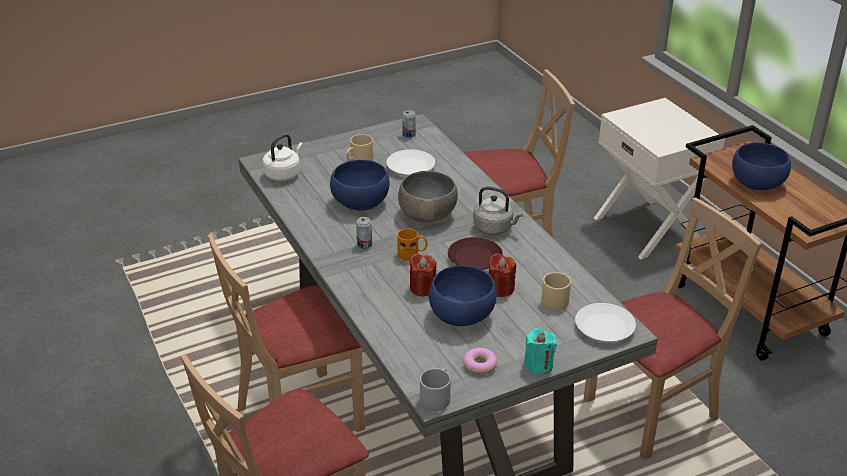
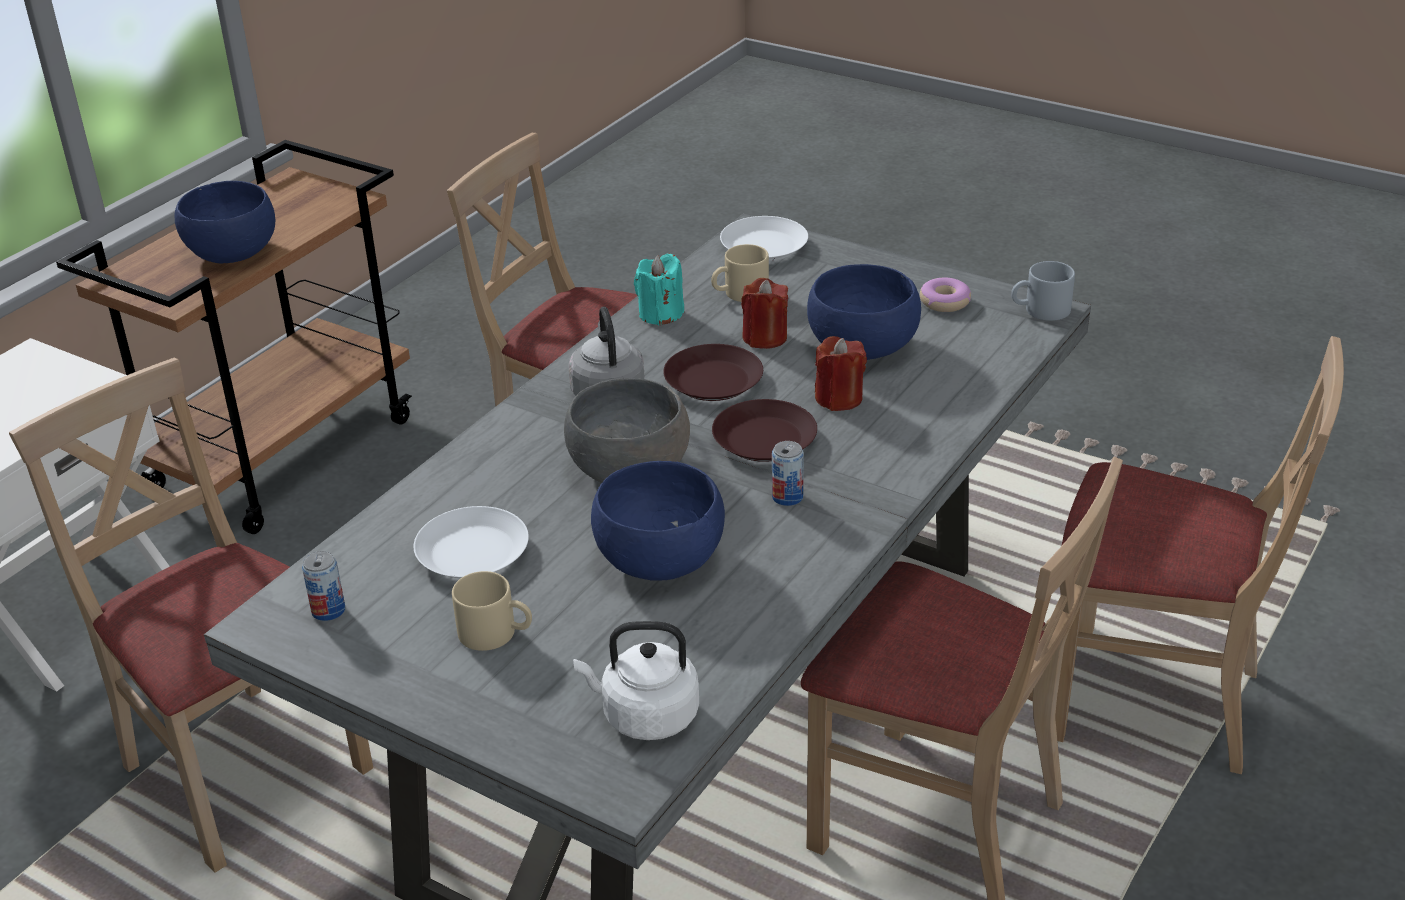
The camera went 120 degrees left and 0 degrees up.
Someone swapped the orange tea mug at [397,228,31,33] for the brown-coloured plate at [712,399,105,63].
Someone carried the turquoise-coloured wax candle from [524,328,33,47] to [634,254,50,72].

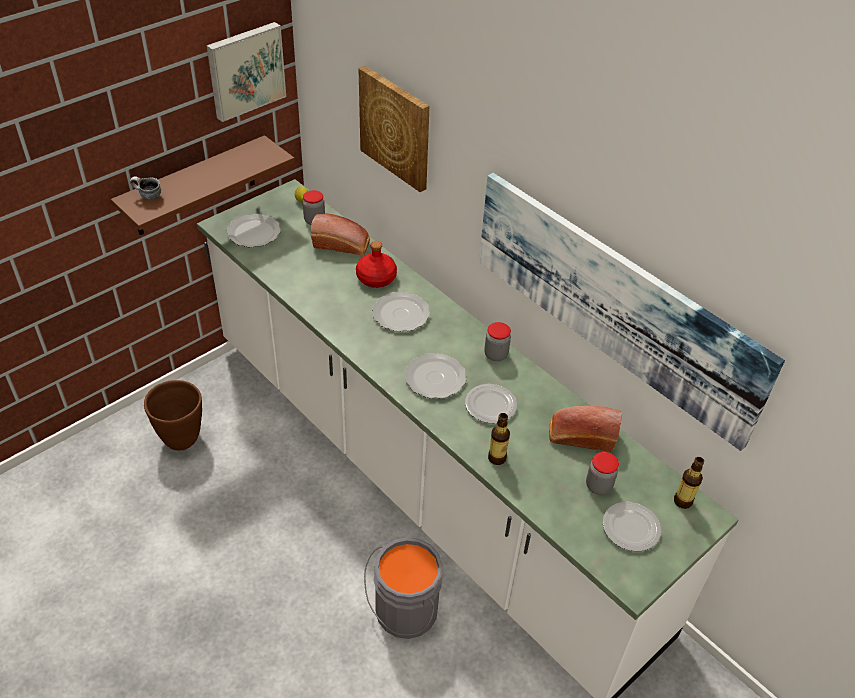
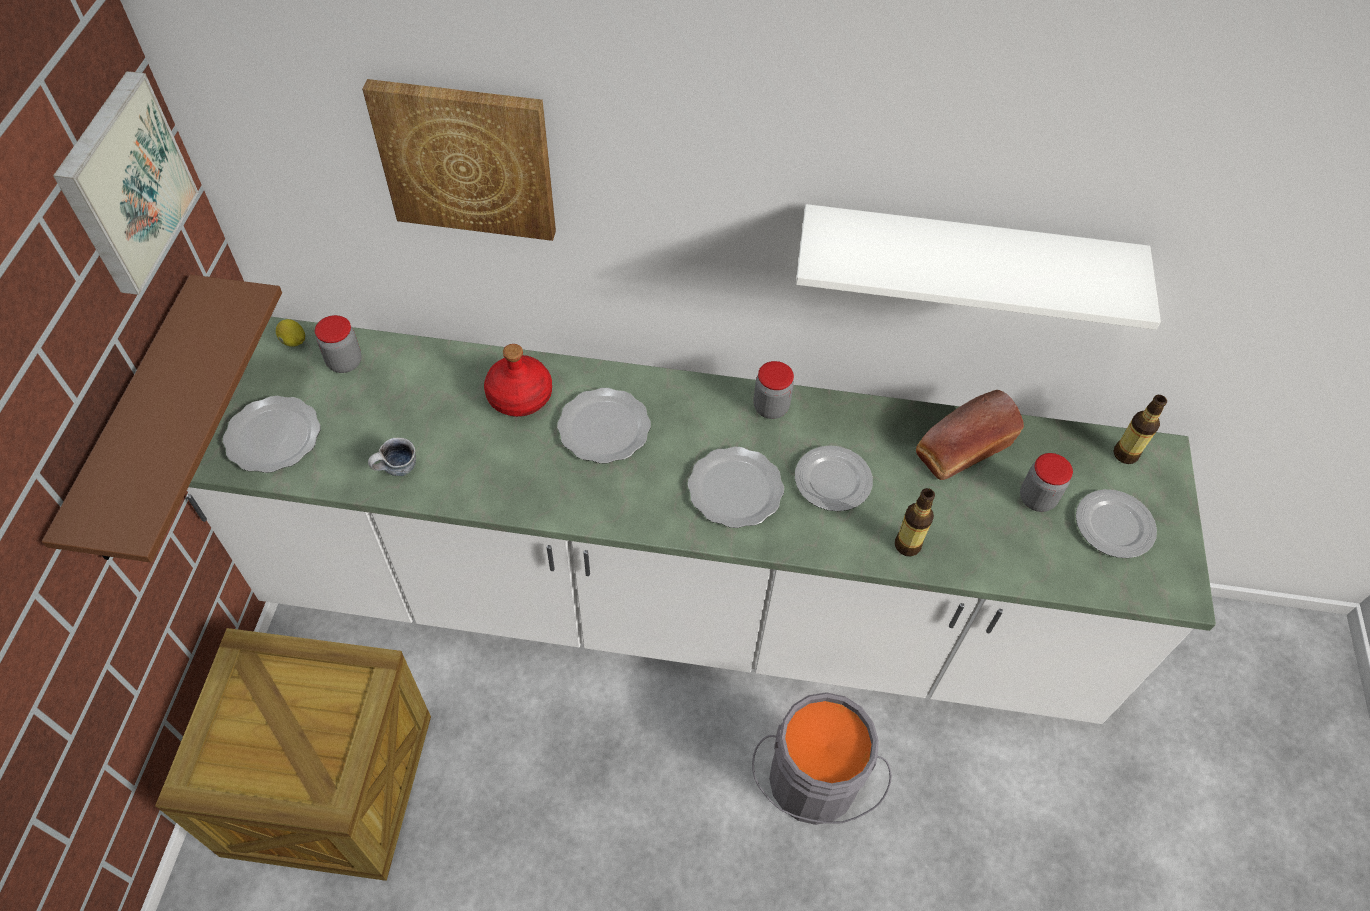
The camera went 40 degrees left and 10 degrees up.
Someone swapped the wall art at [479,173,306,278] for the white bracket shelf at [796,204,365,126].
Someone carried the tea mug from [130,176,31,24] to [368,438,48,38].
Someone took away the bread at [311,213,59,42].
Someone swapped the brown-coloured flower pot at [144,380,58,71] for the shipping crate at [155,628,276,253].

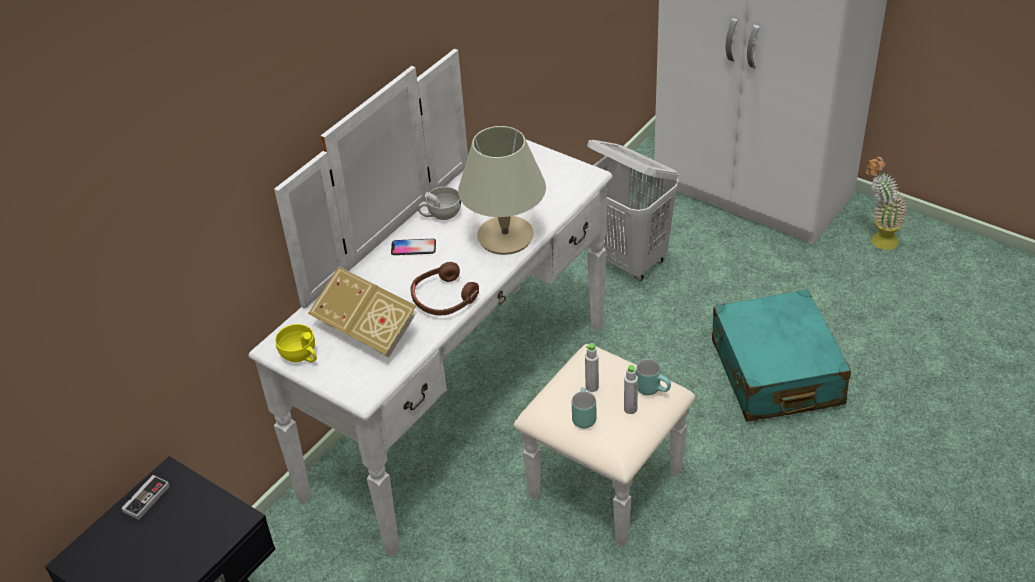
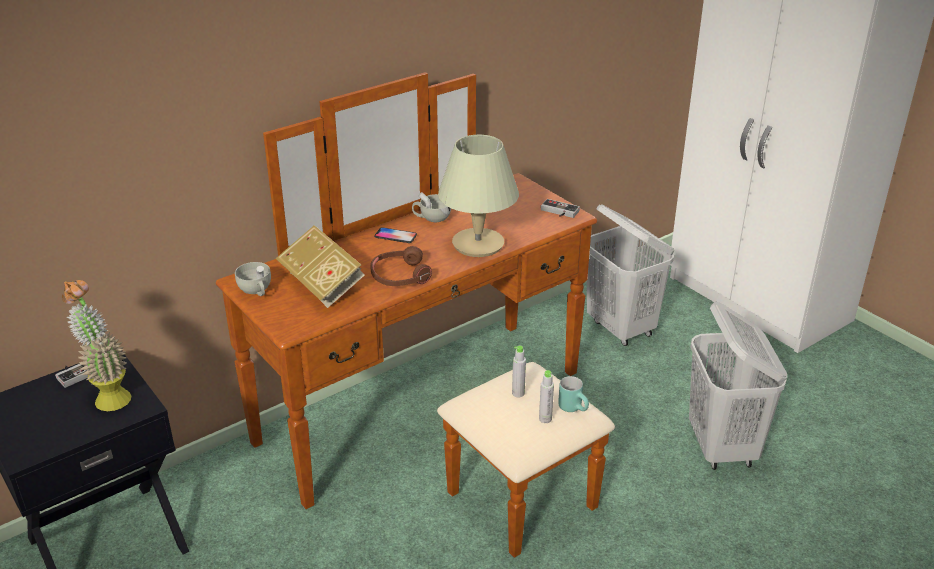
The camera went 15 degrees right and 10 degrees down.
Someone repainted the white drawer chest at [249,49,446,508], which became the brown-coloured drawer chest at [216,72,399,486].
Someone carried the plant in a pot from [866,157,42,93] to [62,280,69,131].
Someone swapped the turquoise-coloured travel case at [712,289,139,133] for the white hamper at [689,302,98,168].
Someone repainted the yellow-coloured cup at [275,324,42,38], which became the white cup at [235,262,36,34].
Someone took away the turquoise-coloured tea mug at [572,388,24,40].
Someone put down the game controller at [541,199,39,19].

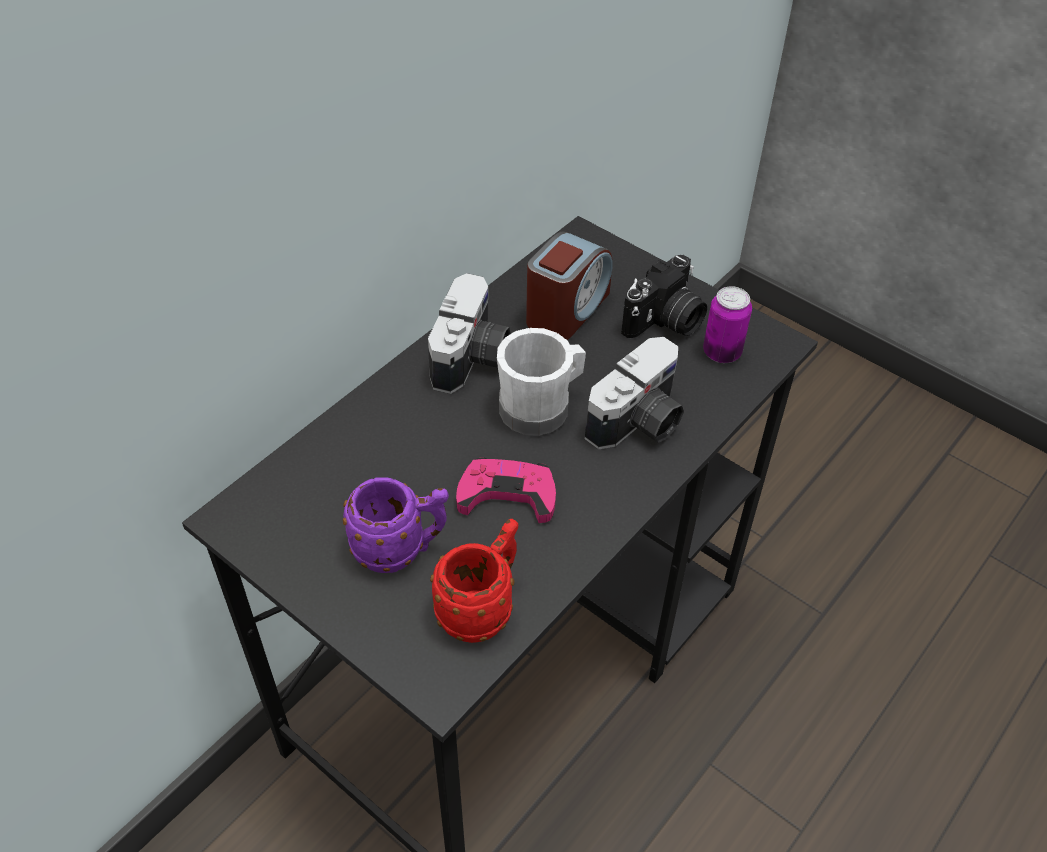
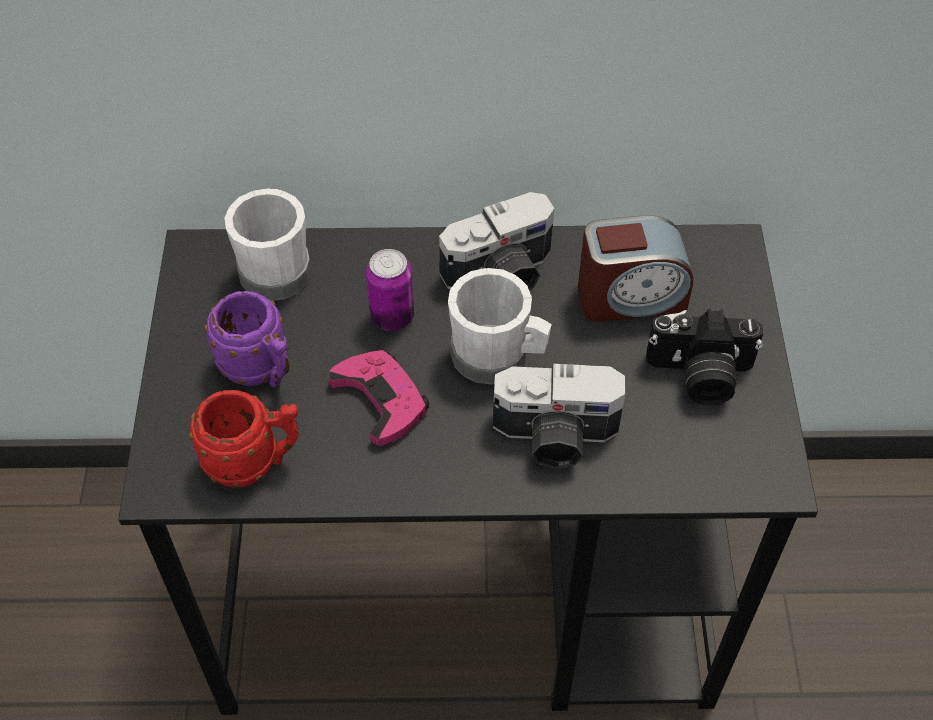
The camera went 50 degrees right and 5 degrees up.
Someone carried the metal can from [703,286,49,77] to [366,249,48,82].
Someone put down the white tea mug at [225,188,86,113].

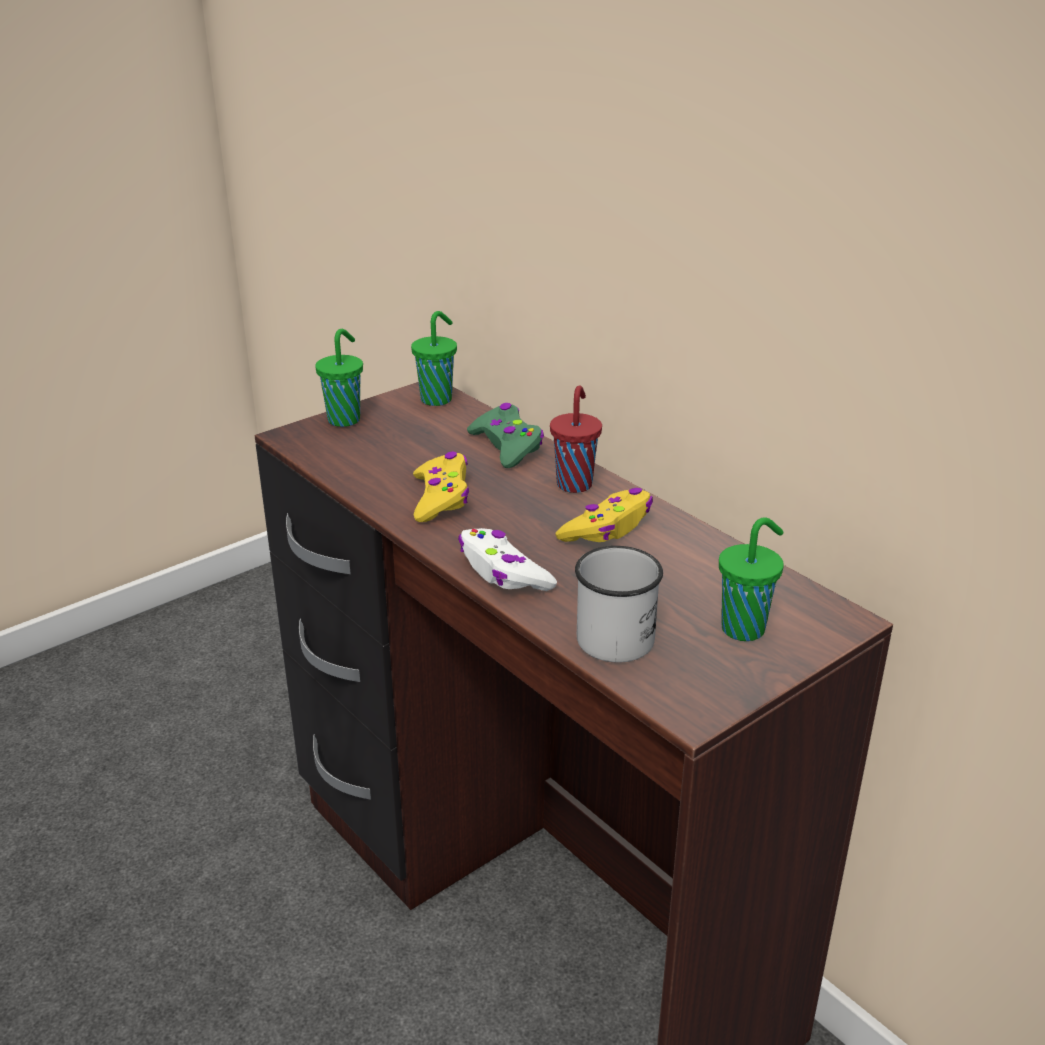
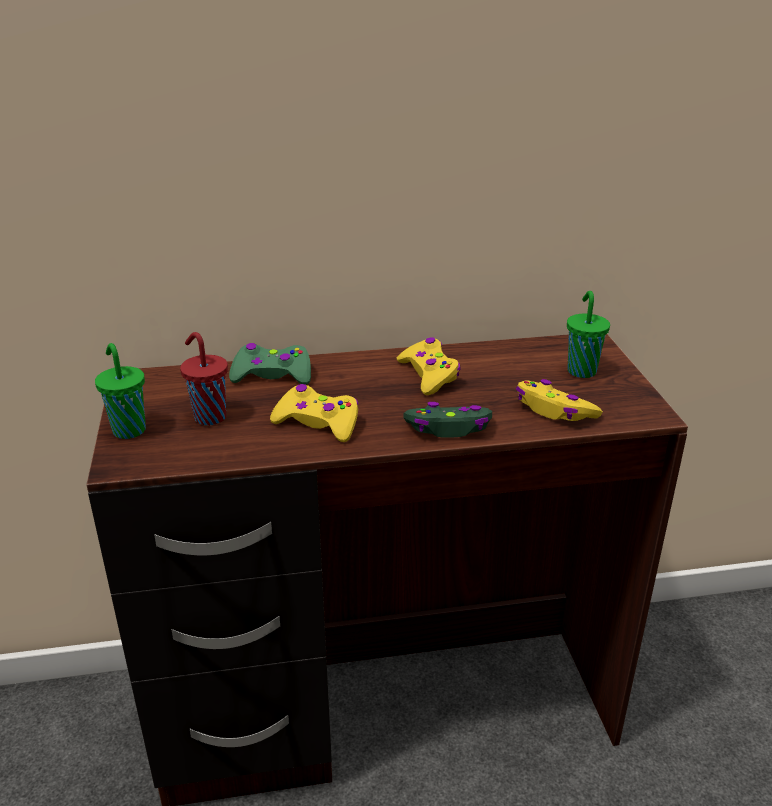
The camera went 60 degrees left and 0 degrees up.
Someone took away the green-coloured cup at [411,311,46,95].
Someone carried the reddish cup from [550,385,52,108] to [180,332,48,93].
Someone repainted the white game controller at [458,528,99,63], which became the green-coloured game controller at [403,402,89,36].
Someone swapped the white tea mug at [575,546,88,117] for the yellow-coloured game controller at [516,379,87,42].

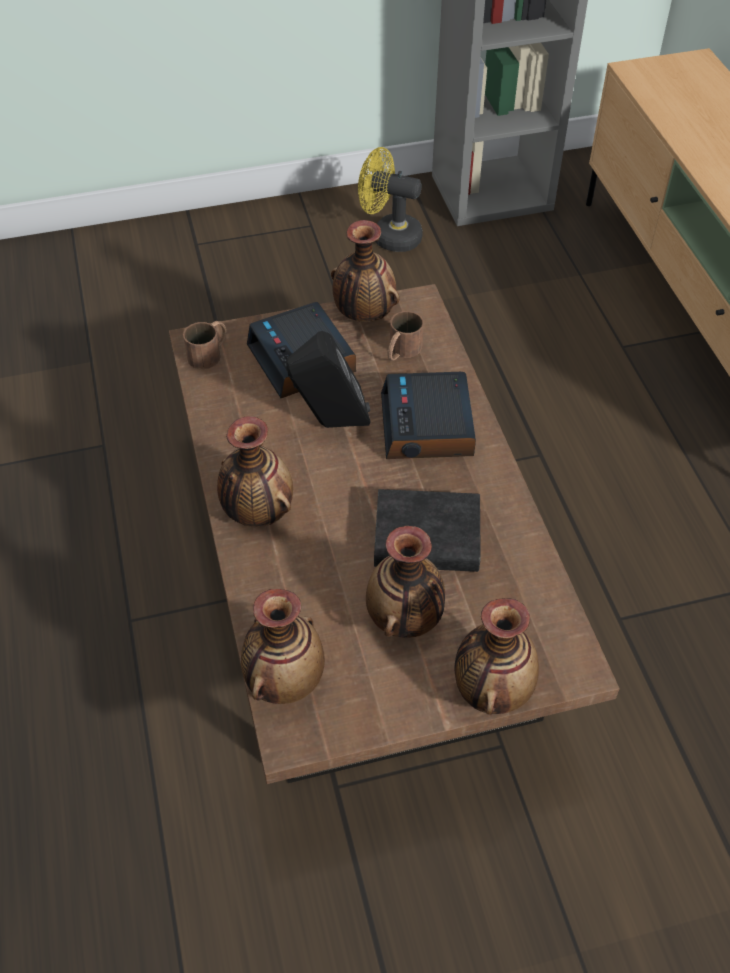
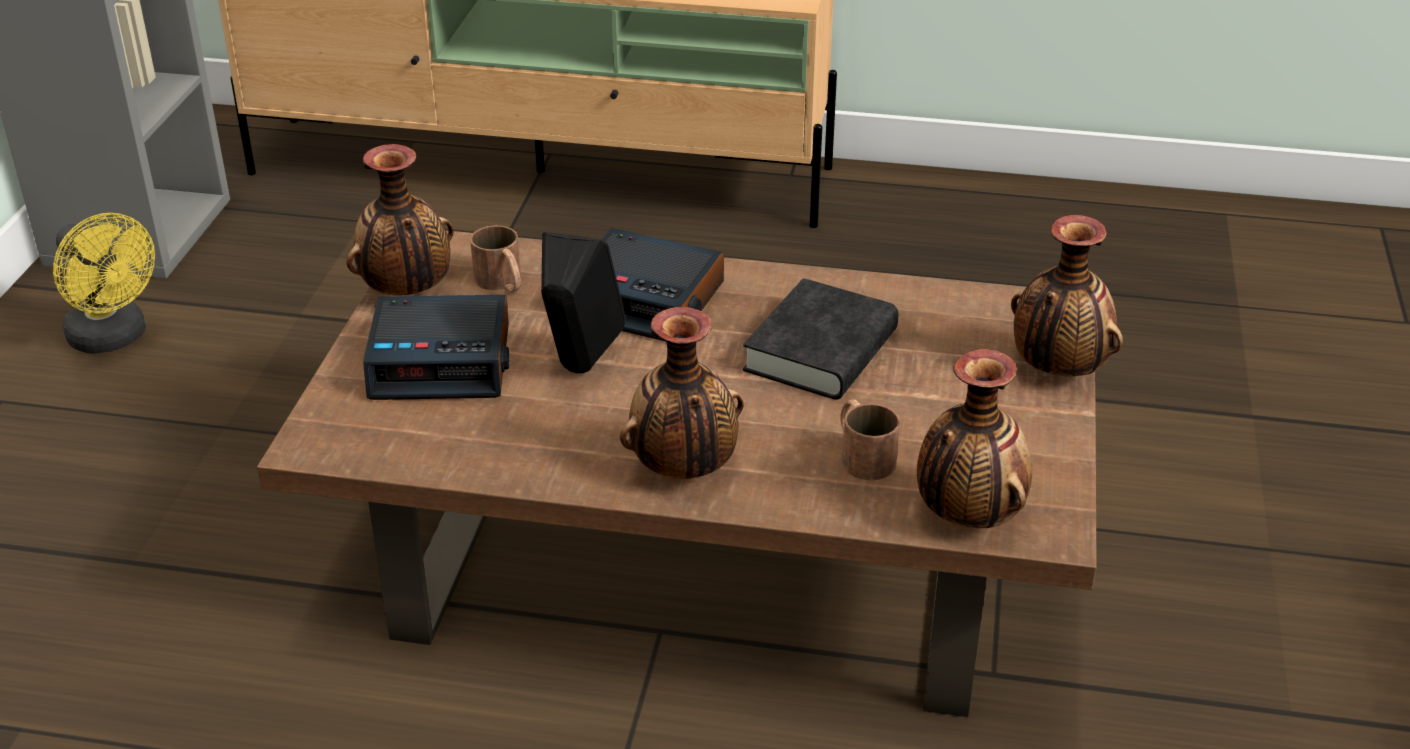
The camera went 65 degrees left and 15 degrees down.
Someone rotated the yellow-coloured cooling fan at [358,147,64,105] by 90 degrees counterclockwise.
Someone carried the brown-coloured tea mug from [183,321,44,48] to [840,399,60,81].
Someone took away the vase at [366,526,79,112].

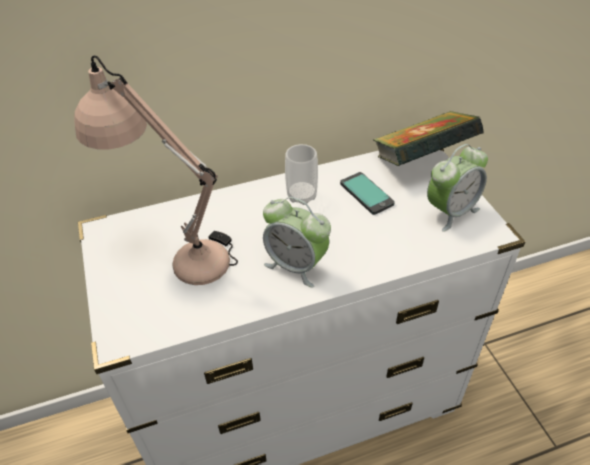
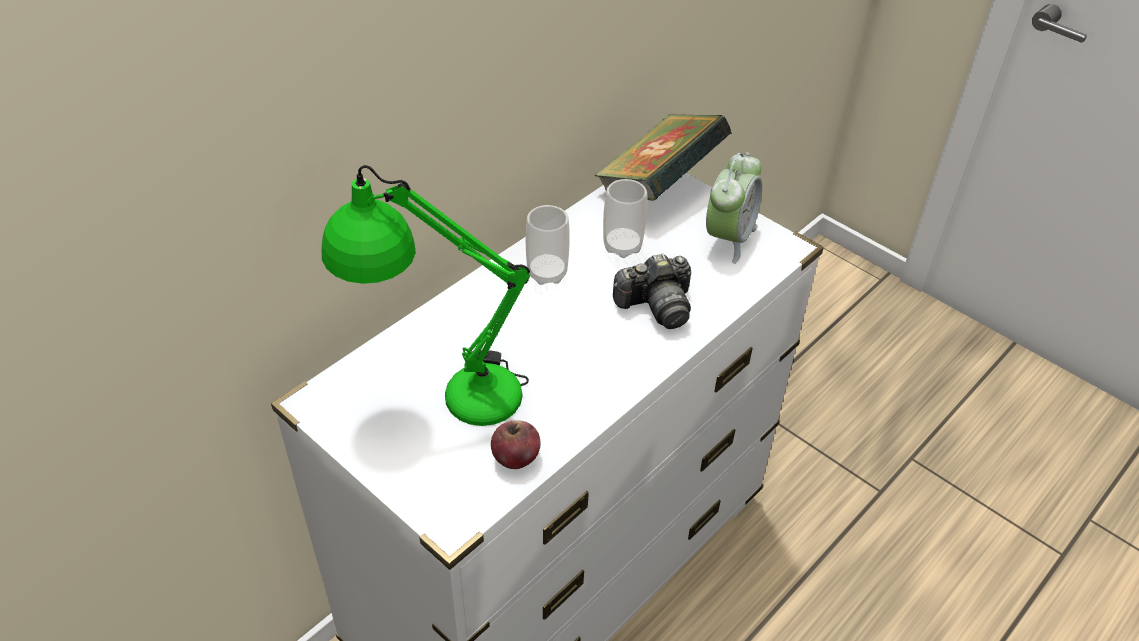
The camera went 30 degrees left and 0 degrees up.
Someone repainted the beige table lamp at [74,55,164,230], which became the green-coloured table lamp at [322,165,208,261].
Someone swapped the telephone at [340,172,55,43] for the cup at [603,179,45,79].
Someone took away the bedside clock at [263,197,68,91].
Someone put down the photo camera at [613,254,78,75].
Someone put down the apple at [491,420,50,49].

